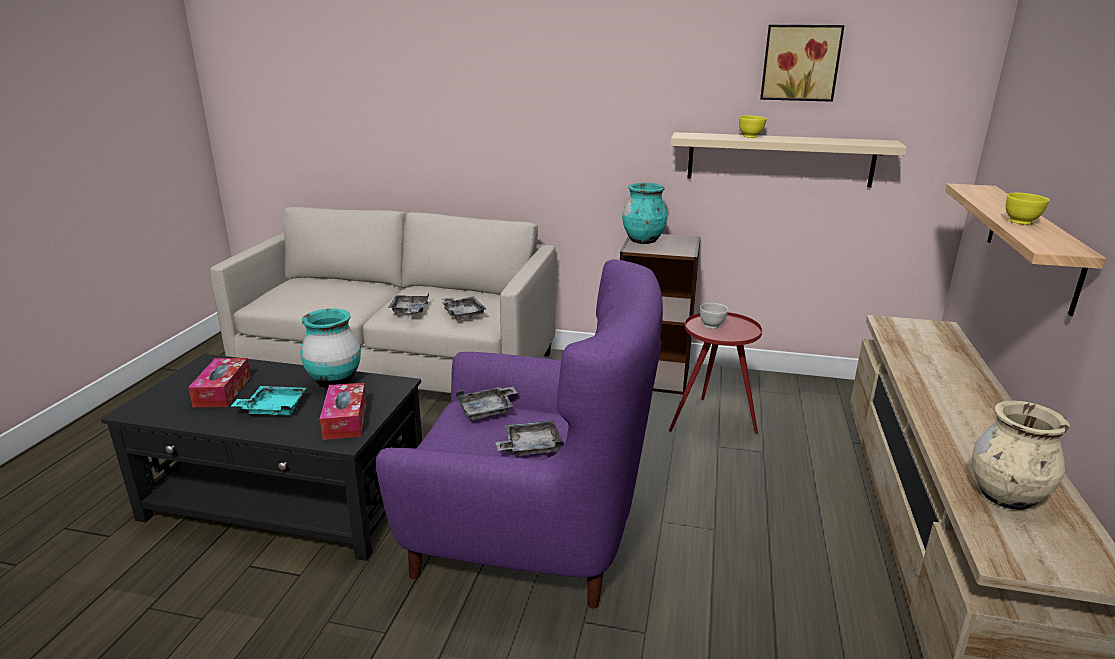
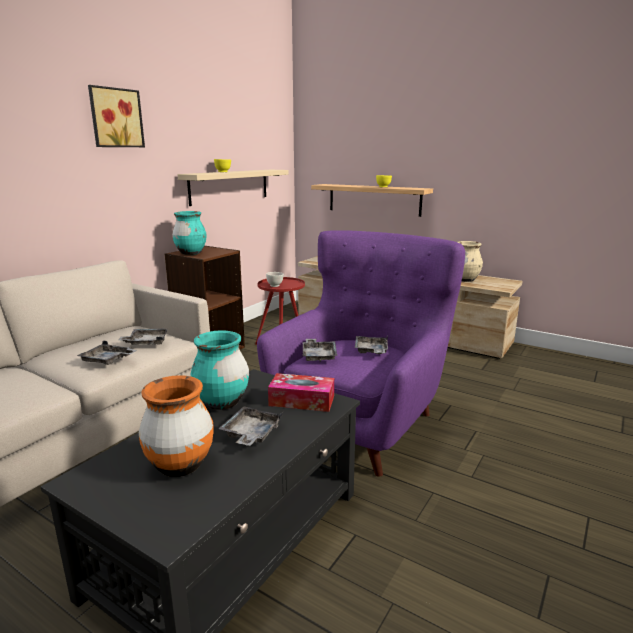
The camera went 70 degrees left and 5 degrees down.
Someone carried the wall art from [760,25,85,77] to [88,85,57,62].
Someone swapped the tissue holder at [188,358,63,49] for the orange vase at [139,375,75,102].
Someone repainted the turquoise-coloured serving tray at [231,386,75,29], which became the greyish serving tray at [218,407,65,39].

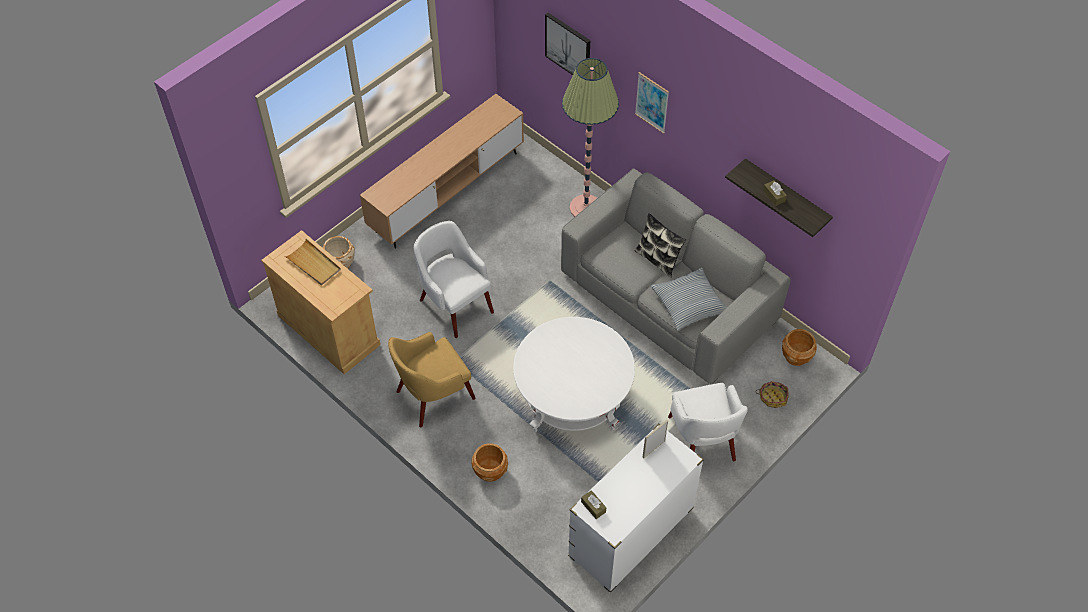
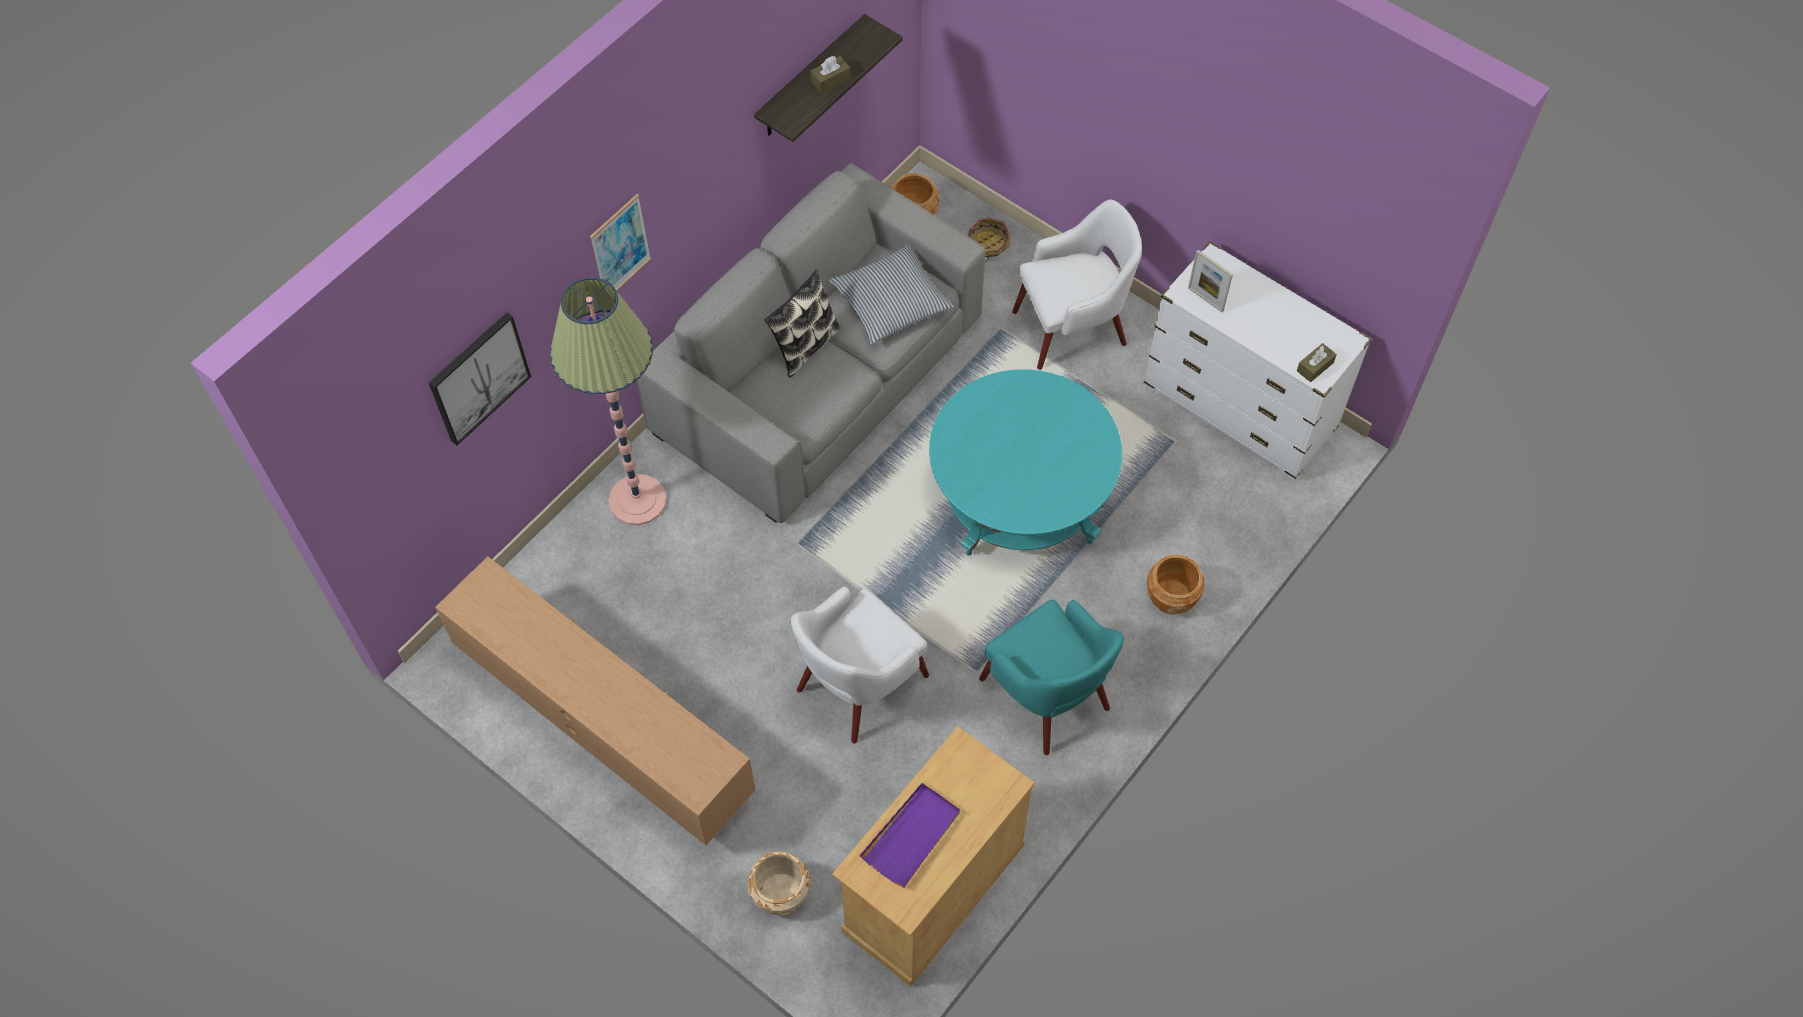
The camera went 95 degrees left and 5 degrees up.
Someone repainted the beige serving tray at [285,239,56,46], which became the purplish serving tray at [860,783,100,105].
Someone repainted the white lounge table at [513,317,122,115], which became the turquoise-coloured lounge table at [929,369,193,186].
Someone repainted the yellow-coloured armchair at [388,332,87,95], which became the turquoise-coloured armchair at [979,599,145,156].

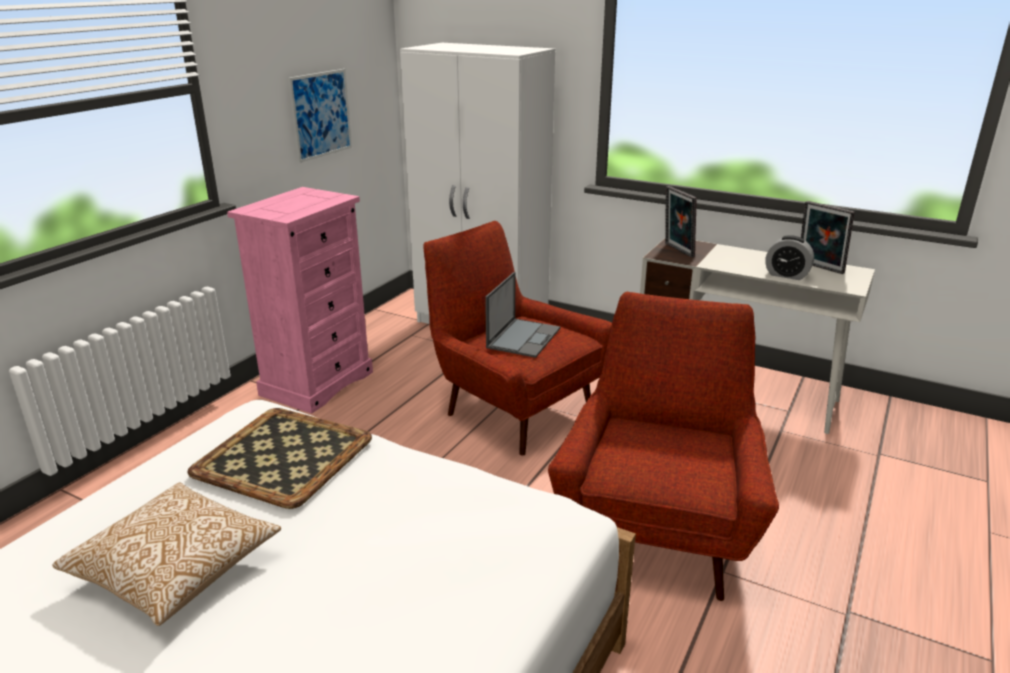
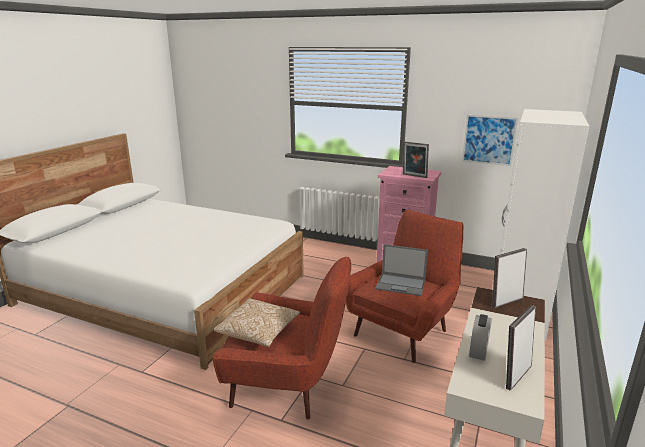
The camera went 85 degrees right and 5 degrees down.
Someone took away the serving tray at [187,408,185,101].
Someone carried the pillow from [52,482,229,144] to [214,298,86,49].
Someone put down the picture frame at [403,141,26,37].

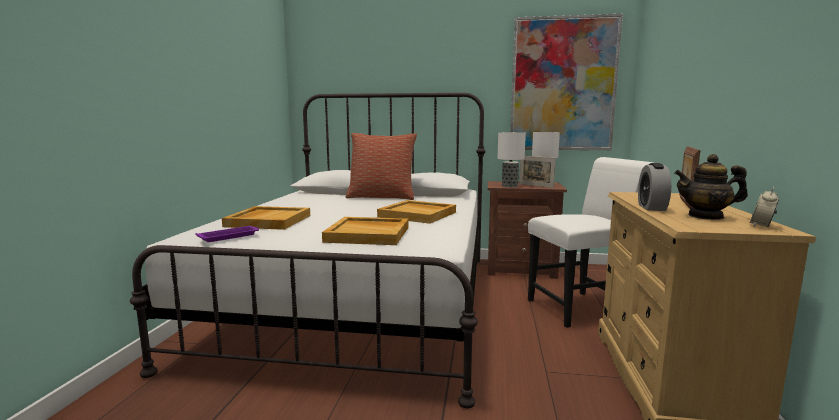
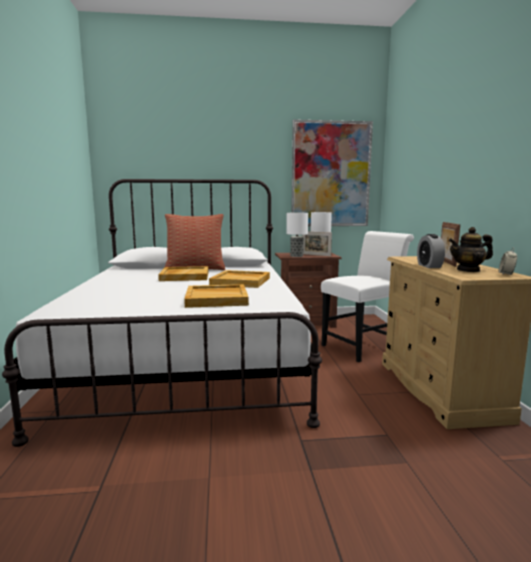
The camera went 15 degrees left and 0 degrees up.
Someone carried the beige serving tray from [222,206,88,24] to [158,266,51,15].
Someone took away the purplish serving tray at [195,226,64,16].

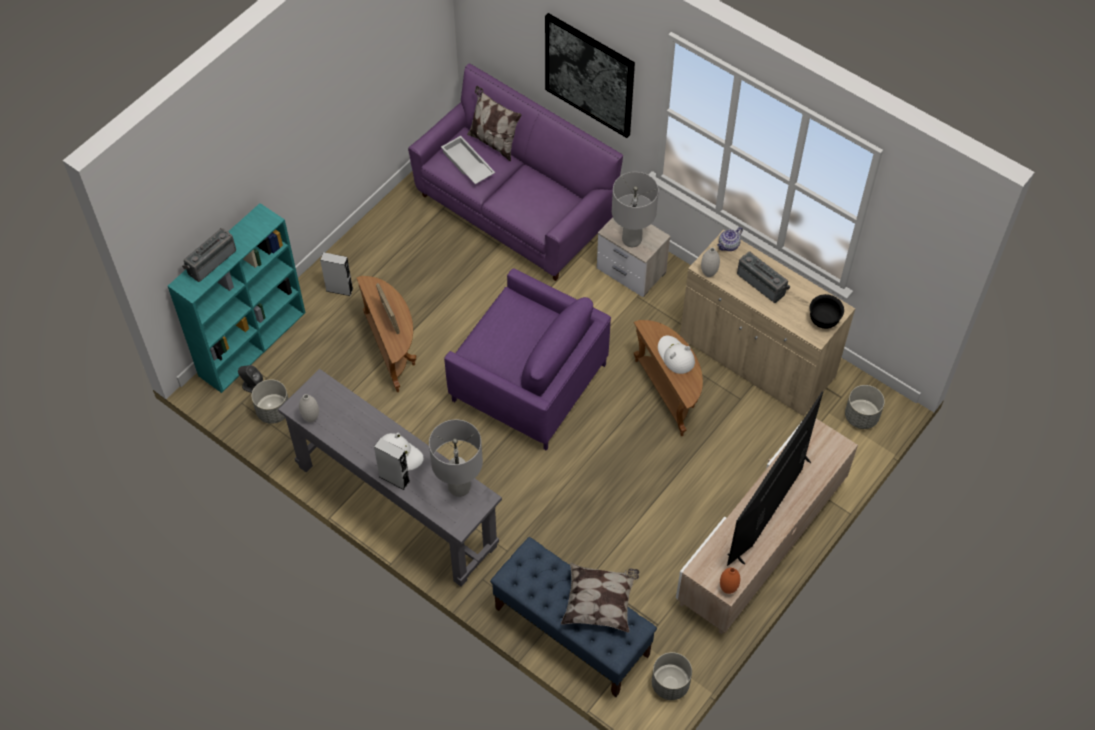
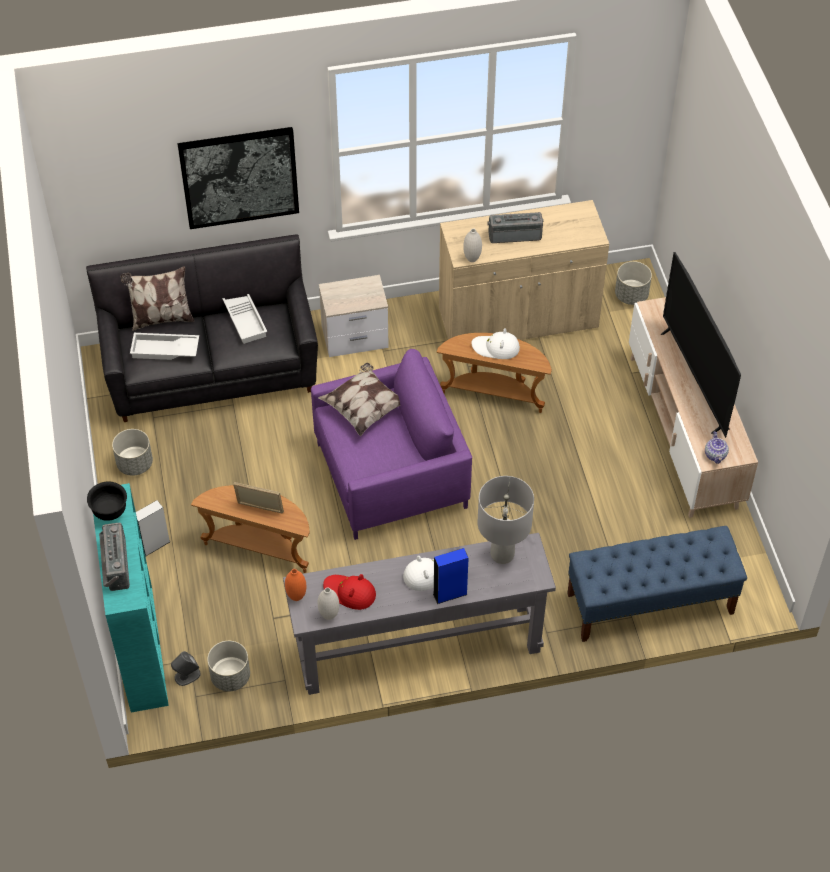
The camera went 50 degrees left and 5 degrees down.
Someone repainted the purplish settee at [408,64,215,217], which became the black settee at [86,234,232,188].
Someone took away the greyish table lamp at [612,172,47,75].
Someone carried the teapot from [717,227,26,24] to [705,431,24,33].
Someone carried the black deep dish from [810,294,34,35] to [87,481,40,40].
Someone repainted the greyish speaker at [374,438,36,52], which became the blue-coloured speaker at [433,548,36,56].
Someone carried the pillow from [561,563,78,70] to [318,363,82,73].
Someone carried the orange vase from [720,568,21,26] to [285,569,21,32].
Someone carried the greyish flower pot from [652,652,40,48] to [112,429,41,47].
Someone put down the white serving tray at [222,294,45,50].
Someone put down the reddish hat at [323,574,53,36].

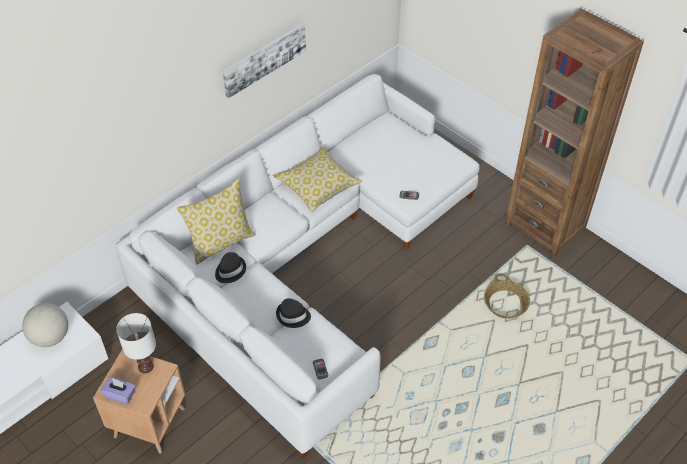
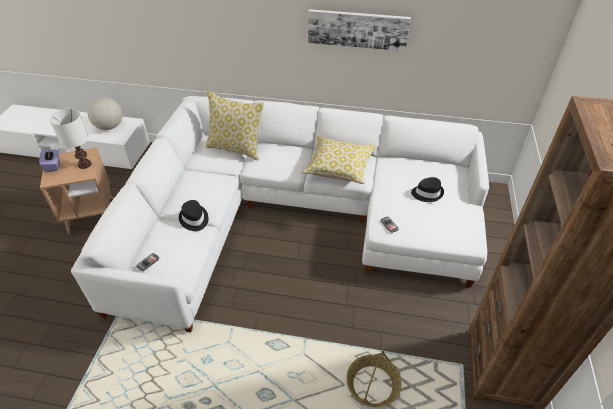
The camera went 55 degrees right and 5 degrees down.
Someone carried the black hat from [215,252,31,31] to [411,177,33,25].

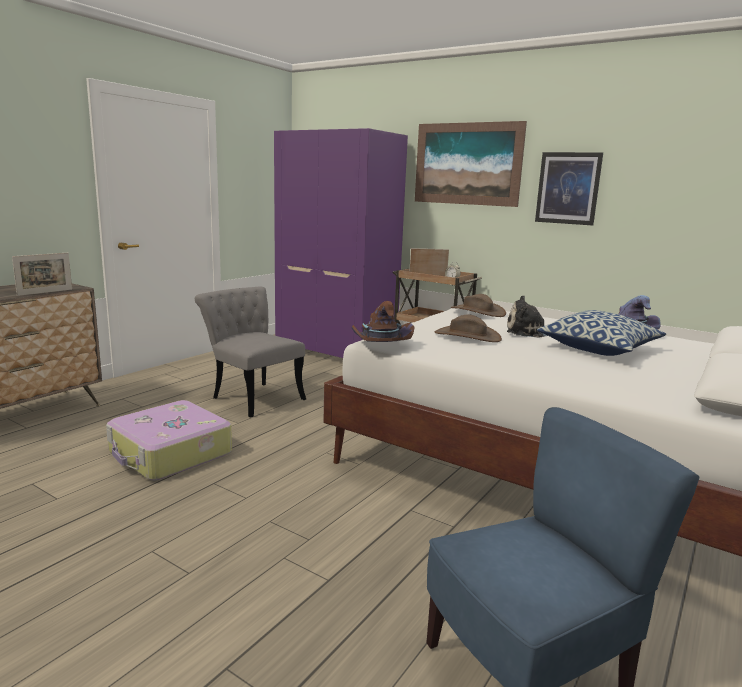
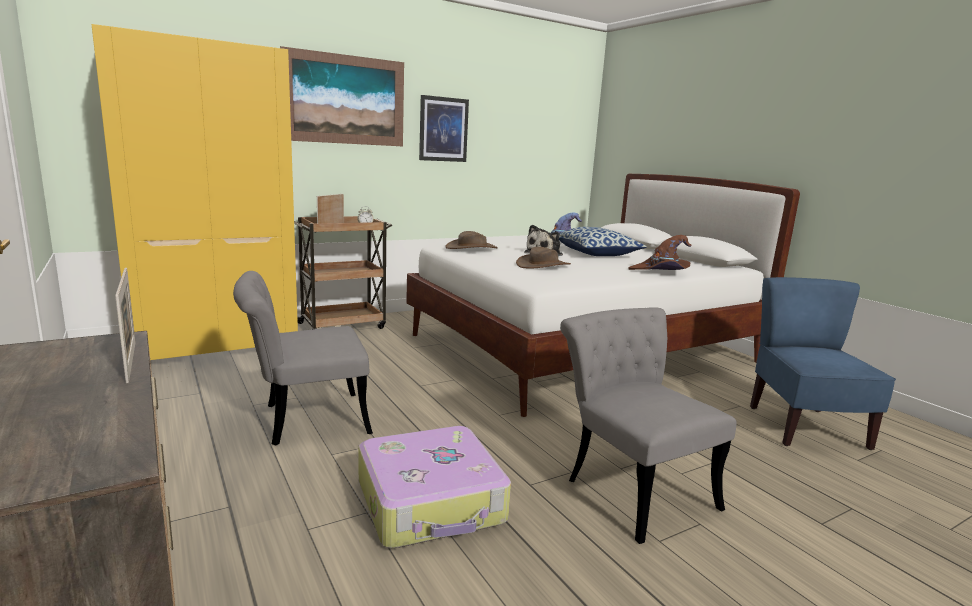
The camera went 65 degrees left and 0 degrees up.
Someone repainted the purplish clothes cupboard at [274,128,134,230], which became the yellow-coloured clothes cupboard at [91,24,207,336].
Someone carried the brown-coloured hat from [352,301,63,41] to [628,235,63,35].
Someone put down the greyish chair at [560,307,177,237].

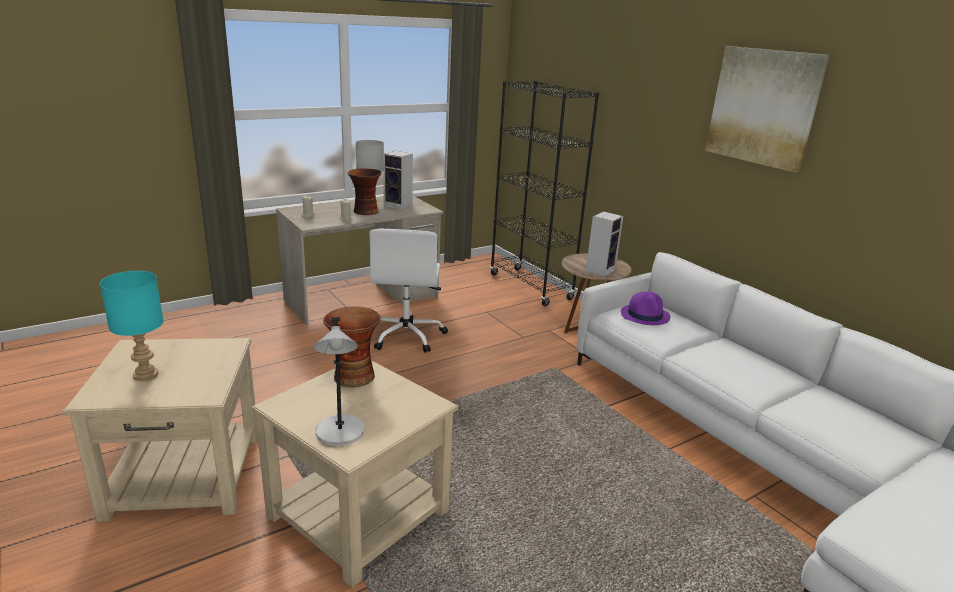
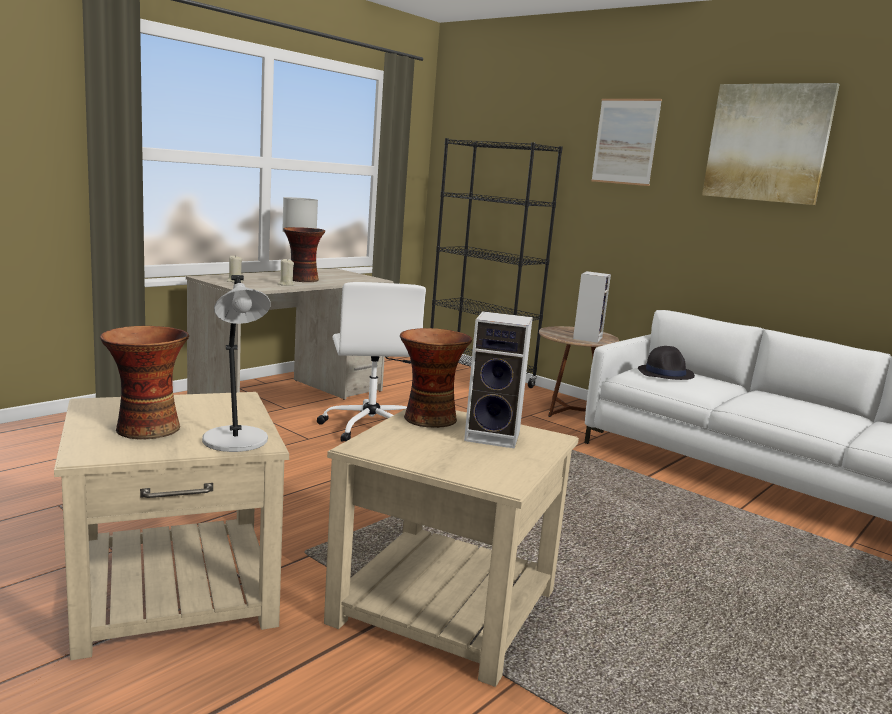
The camera went 15 degrees left and 10 degrees down.
Someone carried the speaker from [383,151,30,59] to [464,311,69,138].
Someone swapped the turquoise-coloured table lamp at [100,271,64,110] for the vase at [100,326,89,114].
Someone repainted the purplish hat at [621,291,49,34], which became the black hat at [638,346,57,34].
Someone carried the greyish table lamp from [314,317,51,129] to [202,275,69,177].
Someone put up the wall art at [591,99,71,87].

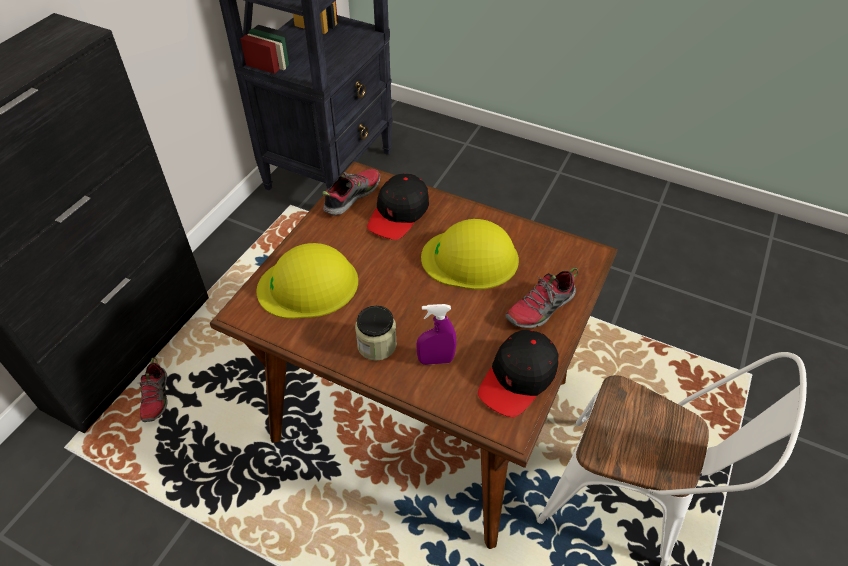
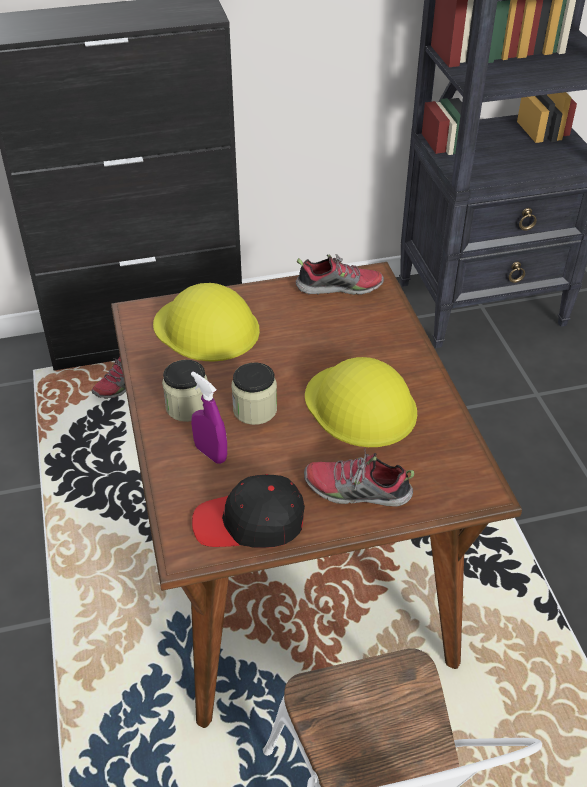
The camera went 50 degrees right and 5 degrees down.
Someone took away the black peaked cap at [367,173,62,67].
Someone put down the preserve jar at [232,363,45,62].

